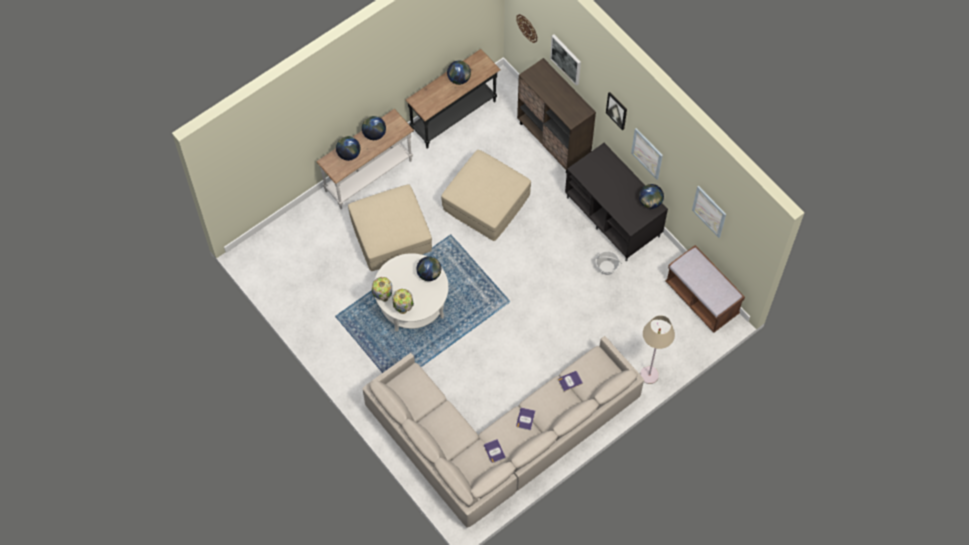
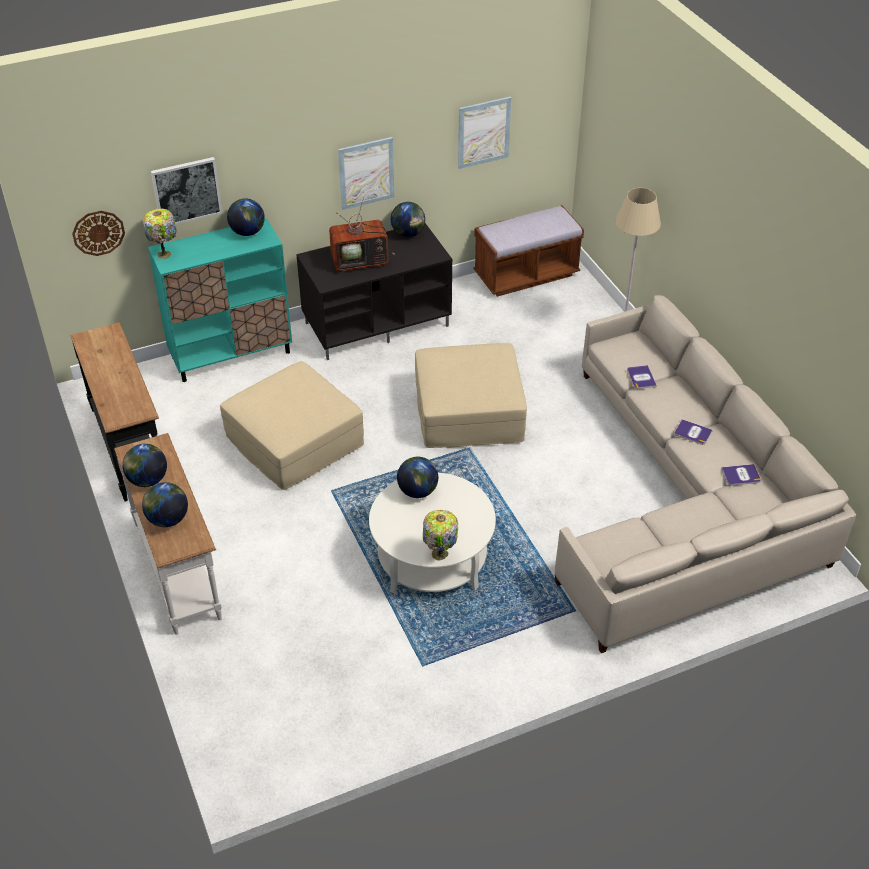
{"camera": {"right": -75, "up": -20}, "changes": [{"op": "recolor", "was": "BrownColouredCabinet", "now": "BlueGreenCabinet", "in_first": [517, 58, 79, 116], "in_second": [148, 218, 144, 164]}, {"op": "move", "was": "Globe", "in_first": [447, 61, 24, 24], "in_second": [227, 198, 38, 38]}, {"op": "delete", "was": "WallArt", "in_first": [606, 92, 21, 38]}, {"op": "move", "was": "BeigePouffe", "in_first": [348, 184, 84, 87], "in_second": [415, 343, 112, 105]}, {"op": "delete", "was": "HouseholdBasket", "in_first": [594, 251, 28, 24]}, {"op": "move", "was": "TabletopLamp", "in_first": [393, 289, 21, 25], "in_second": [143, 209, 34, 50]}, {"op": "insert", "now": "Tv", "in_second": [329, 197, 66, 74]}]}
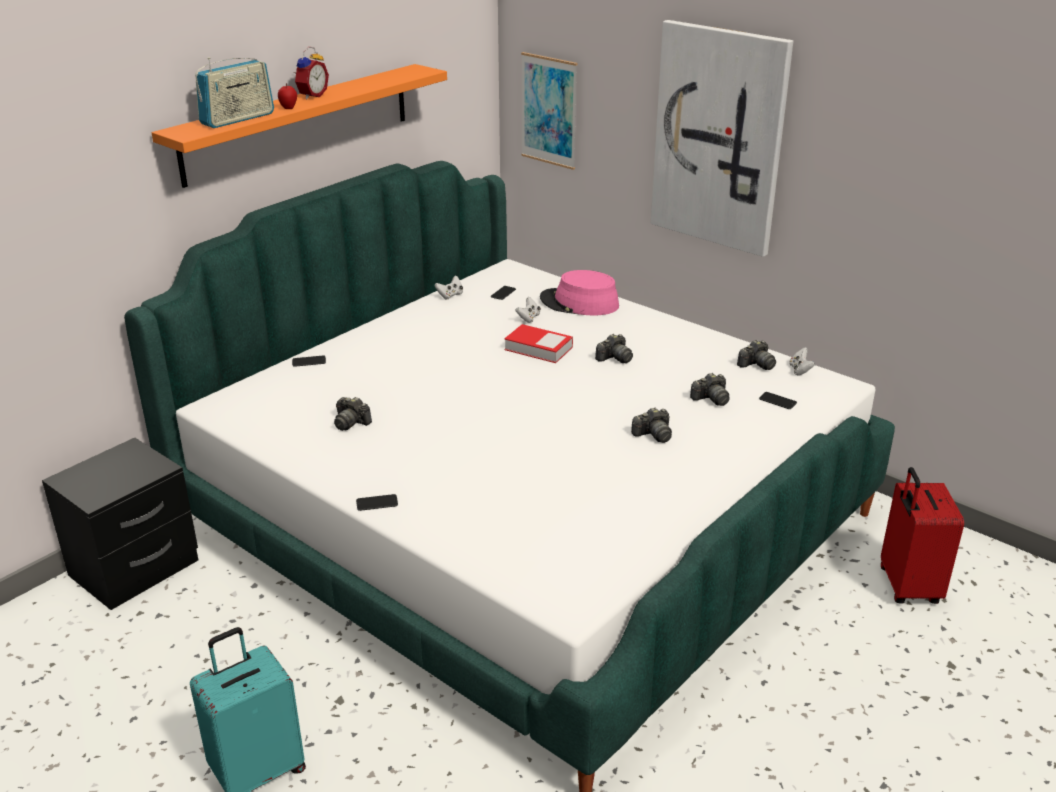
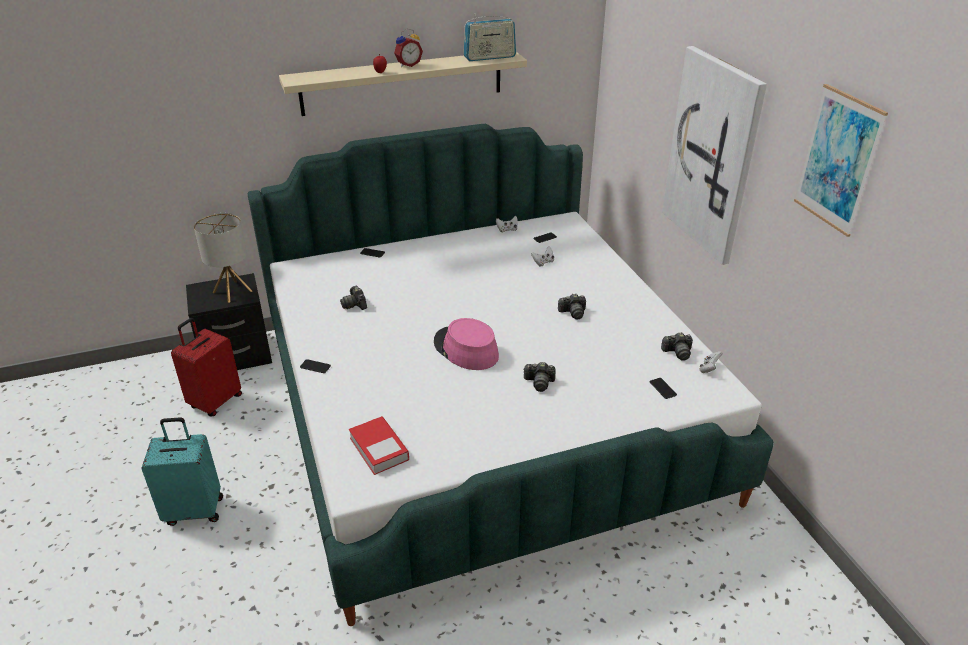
{"camera": {"right": 30, "up": 5}, "changes": [{"op": "move", "was": "WallArt", "in_first": [521, 52, 56, 118], "in_second": [794, 84, 94, 153]}, {"op": "move", "was": "RadioSet", "in_first": [195, 57, 79, 71], "in_second": [463, 13, 53, 48]}, {"op": "recolor", "was": "OrangeyWallShelf", "now": "BeigeWallShelf", "in_first": [152, 64, 295, 124], "in_second": [279, 52, 248, 64]}, {"op": "move", "was": "PinkishClothingHat", "in_first": [540, 270, 79, 45], "in_second": [434, 318, 65, 52]}, {"op": "move", "was": "Volume", "in_first": [504, 324, 69, 39], "in_second": [349, 416, 60, 59]}, {"op": "delete", "was": "StillCamera", "in_first": [690, 373, 40, 33]}, {"op": "move", "was": "RedColouredPieceOfLuggage", "in_first": [881, 467, 83, 137], "in_second": [171, 318, 71, 99]}, {"op": "insert", "now": "TabletopLamp", "in_second": [194, 213, 58, 90]}]}
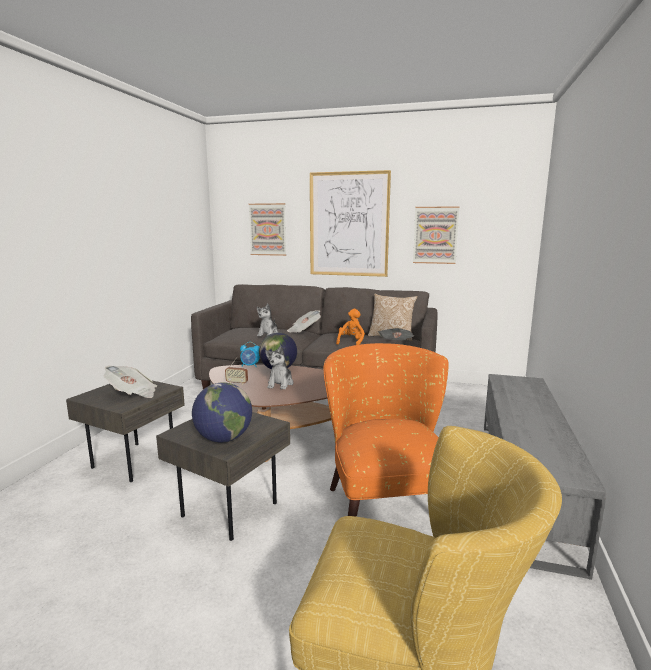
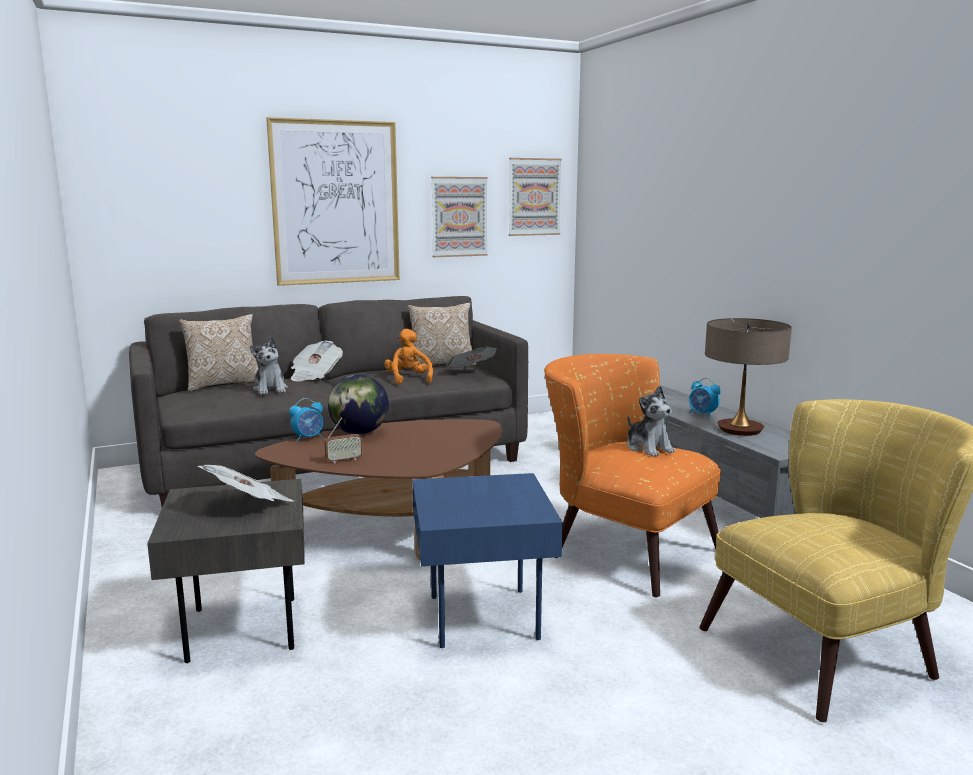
{"camera": {"right": -40, "up": 0}, "changes": [{"op": "move", "was": "WallArt", "in_first": [248, 203, 38, 53], "in_second": [509, 158, 53, 78]}, {"op": "move", "was": "SoftToy", "in_first": [265, 346, 29, 43], "in_second": [627, 386, 48, 71]}, {"op": "delete", "was": "Globe", "in_first": [192, 382, 60, 61]}, {"op": "recolor", "was": "GreyishSideTable", "now": "BlueSideTable", "in_first": [156, 412, 134, 129], "in_second": [412, 473, 151, 175]}, {"op": "insert", "now": "Cushion", "in_second": [179, 314, 80, 77]}, {"op": "insert", "now": "TabletopLamp", "in_second": [705, 318, 87, 118]}, {"op": "insert", "now": "AlarmClock", "in_second": [689, 378, 32, 39]}]}
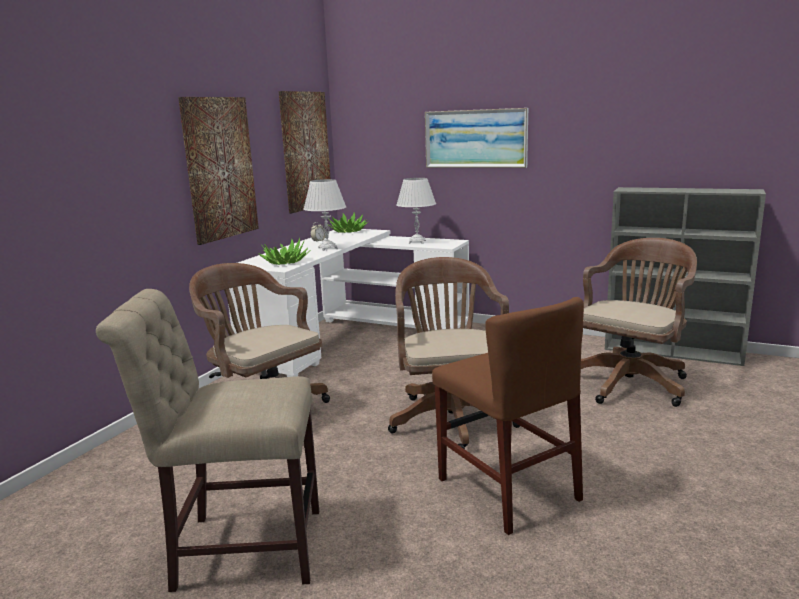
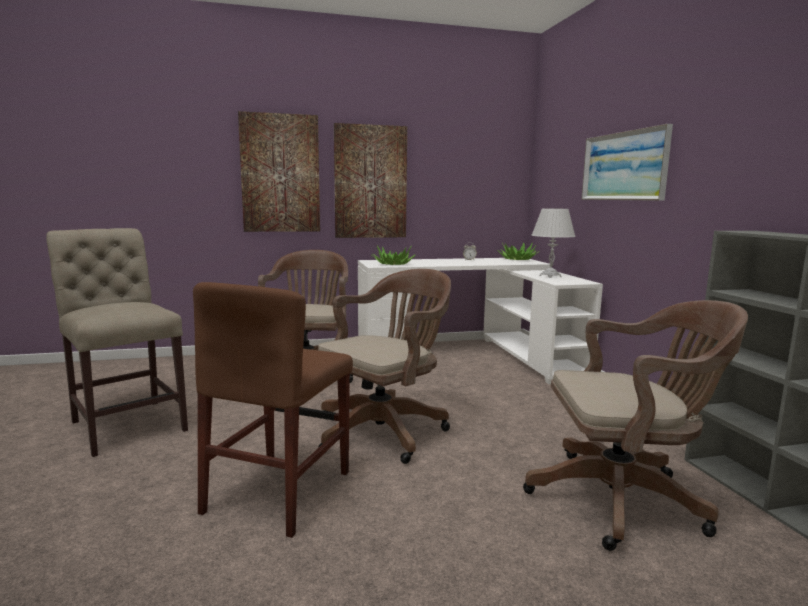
{"camera": {"right": 50, "up": -5}, "changes": [{"op": "move", "was": "WallArt", "in_first": [279, 91, 51, 122], "in_second": [238, 111, 82, 121]}, {"op": "delete", "was": "WhiteColouredTabletopLamp", "in_first": [303, 179, 43, 72]}]}
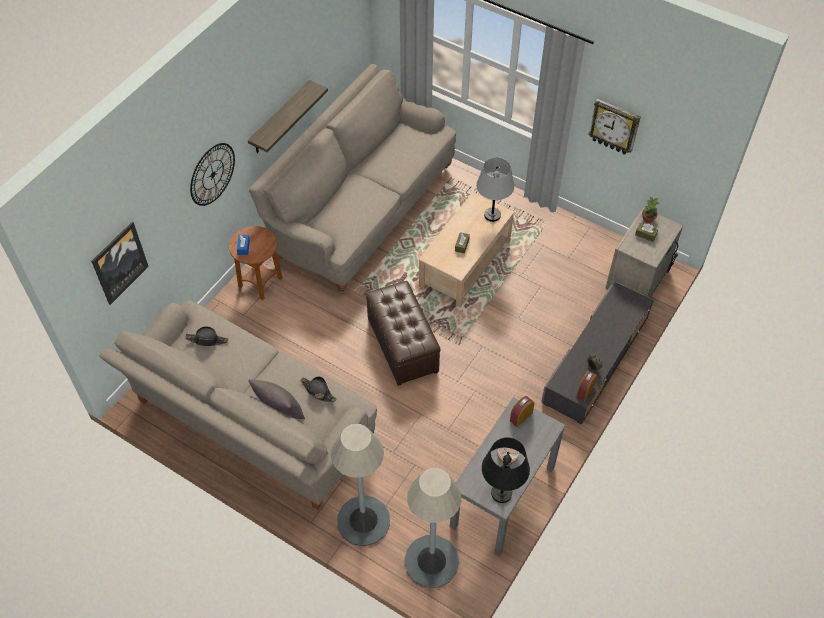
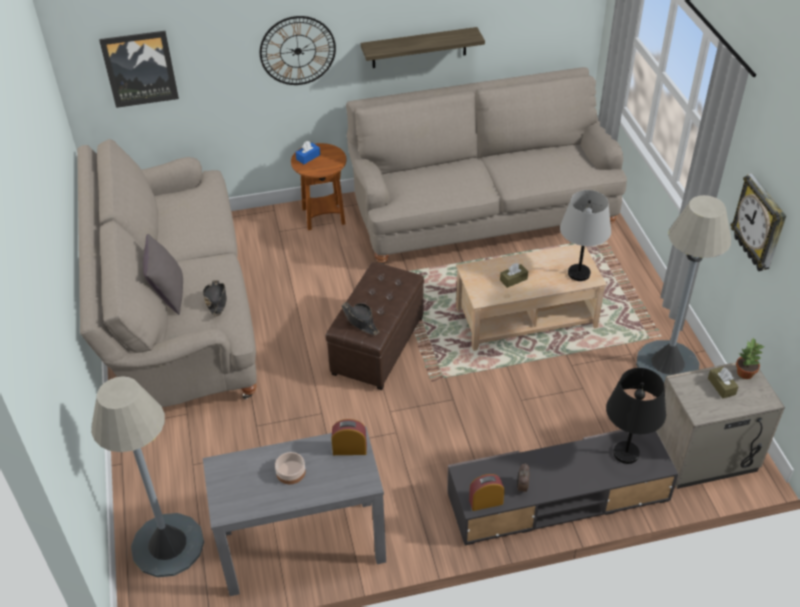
{"camera": {"right": 45, "up": -10}, "changes": [{"op": "move", "was": "BlackishClothingHat", "in_first": [185, 326, 43, 20], "in_second": [341, 302, 38, 33]}, {"op": "move", "was": "GreyishFloorLamp", "in_first": [331, 424, 59, 123], "in_second": [636, 195, 95, 187]}, {"op": "move", "was": "BlackishTabletopLamp", "in_first": [482, 438, 48, 65], "in_second": [606, 368, 60, 96]}]}
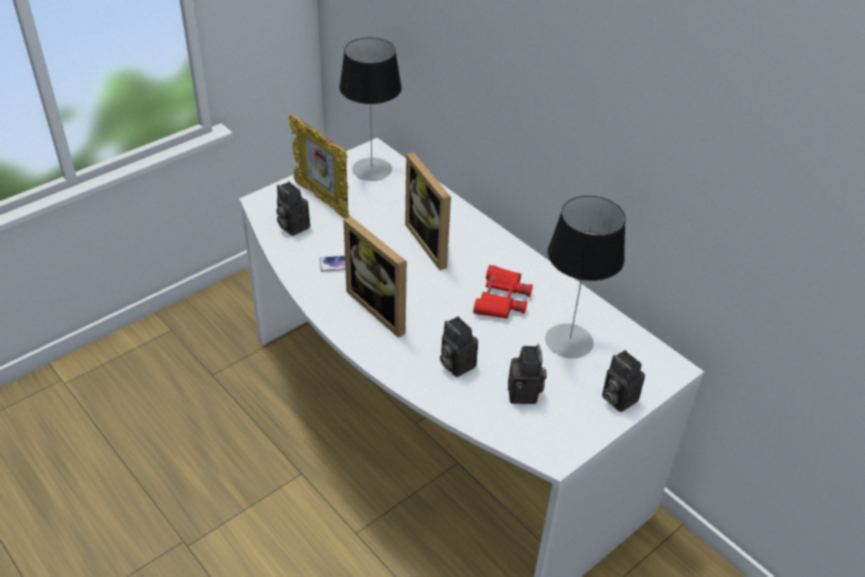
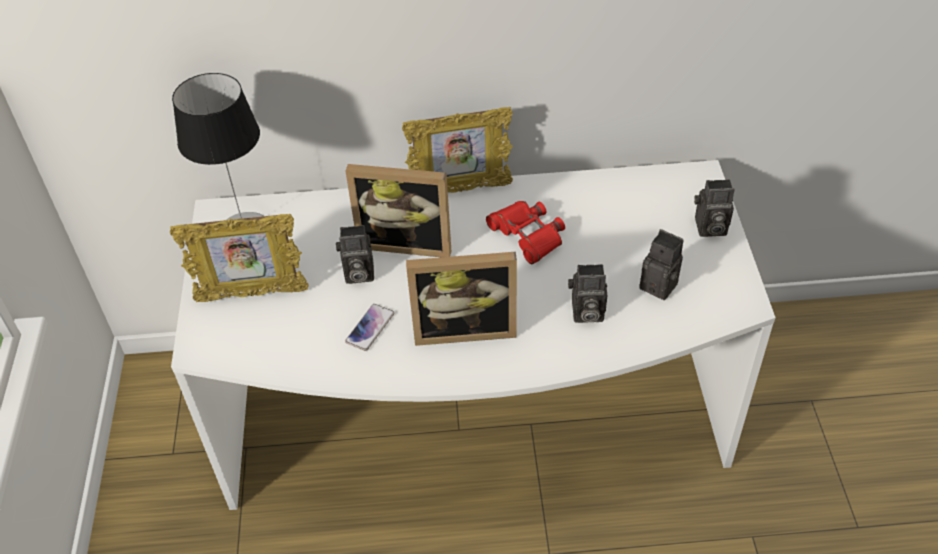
{"camera": {"right": -50, "up": 5}, "changes": [{"op": "move", "was": "StillCamera", "in_first": [276, 182, 34, 54], "in_second": [336, 225, 38, 59]}, {"op": "delete", "was": "TabletopLamp", "in_first": [545, 196, 81, 162]}, {"op": "insert", "now": "PictureFrame", "in_second": [402, 107, 111, 86]}]}
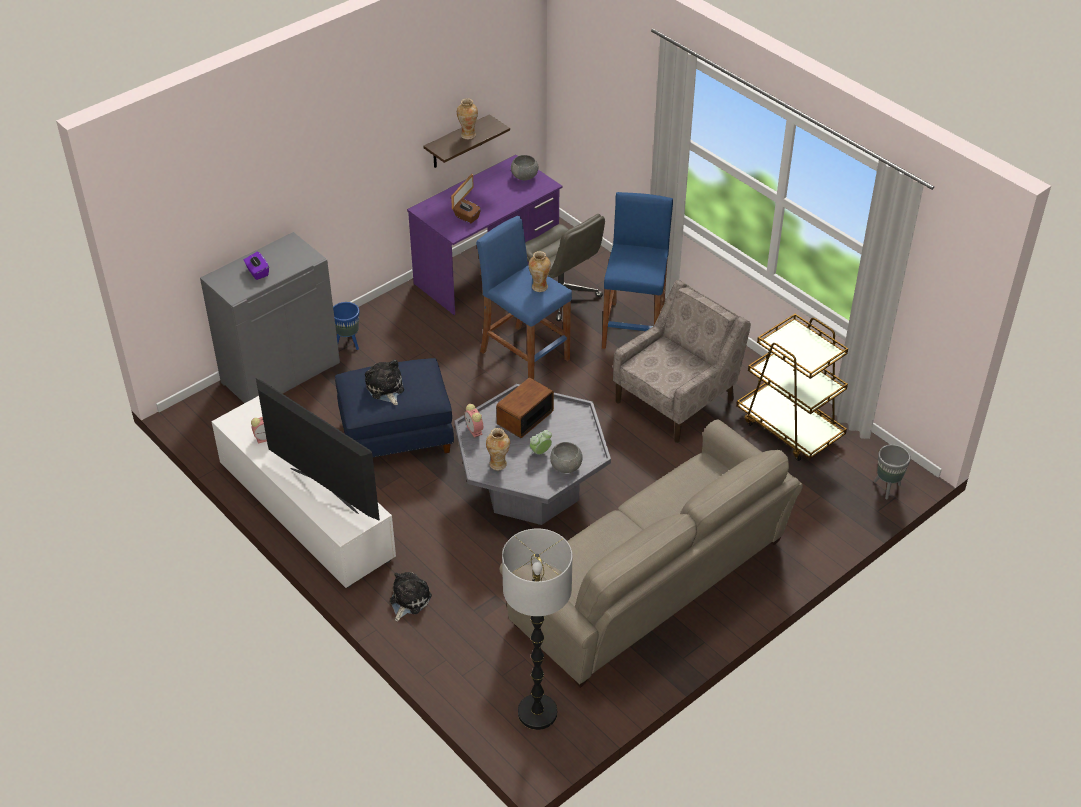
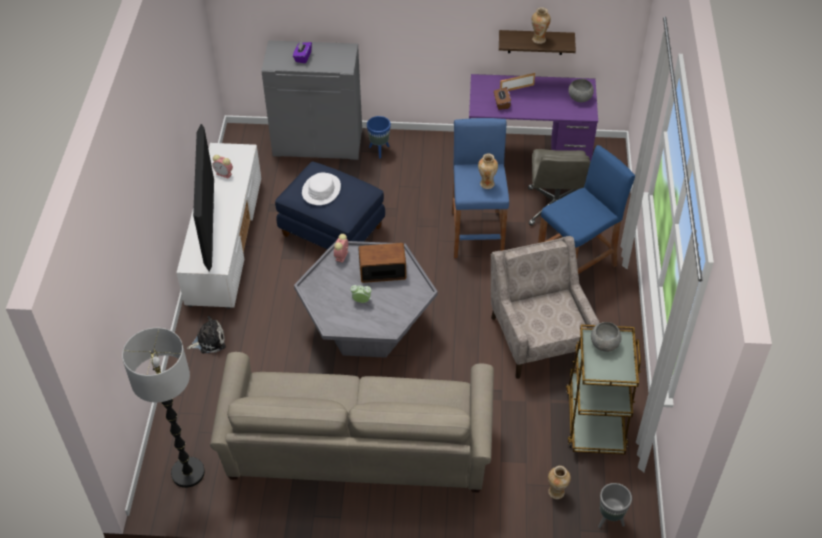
{"camera": {"right": 45, "up": 5}, "changes": [{"op": "rotate", "was": "BeigeArmchair", "in_first": [613, 280, 138, 163], "in_second": [491, 236, 108, 143], "clockwise": -105}, {"op": "replace", "was": "SoftToy", "now": "WhiteColouredClothingHat", "in_first": [365, 360, 39, 45], "in_second": [302, 172, 39, 33]}, {"op": "move", "was": "Vase", "in_first": [486, 428, 24, 42], "in_second": [548, 466, 23, 33]}, {"op": "move", "was": "GreyishDeepDish", "in_first": [550, 442, 33, 31], "in_second": [591, 322, 31, 30]}]}
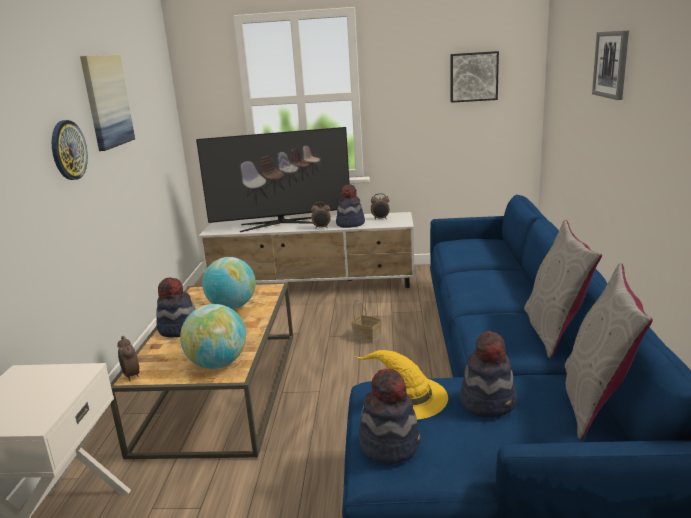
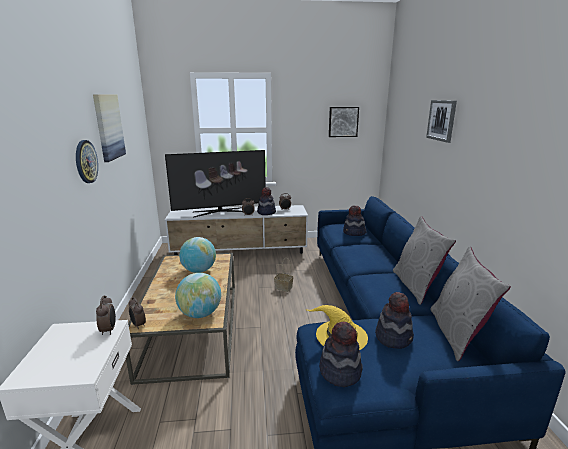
{"camera": {"right": -10, "up": 0}, "changes": [{"op": "move", "was": "ClothingHat", "in_first": [156, 278, 39, 59], "in_second": [343, 206, 24, 30]}, {"op": "insert", "now": "AlarmClock", "in_second": [96, 295, 20, 40]}]}
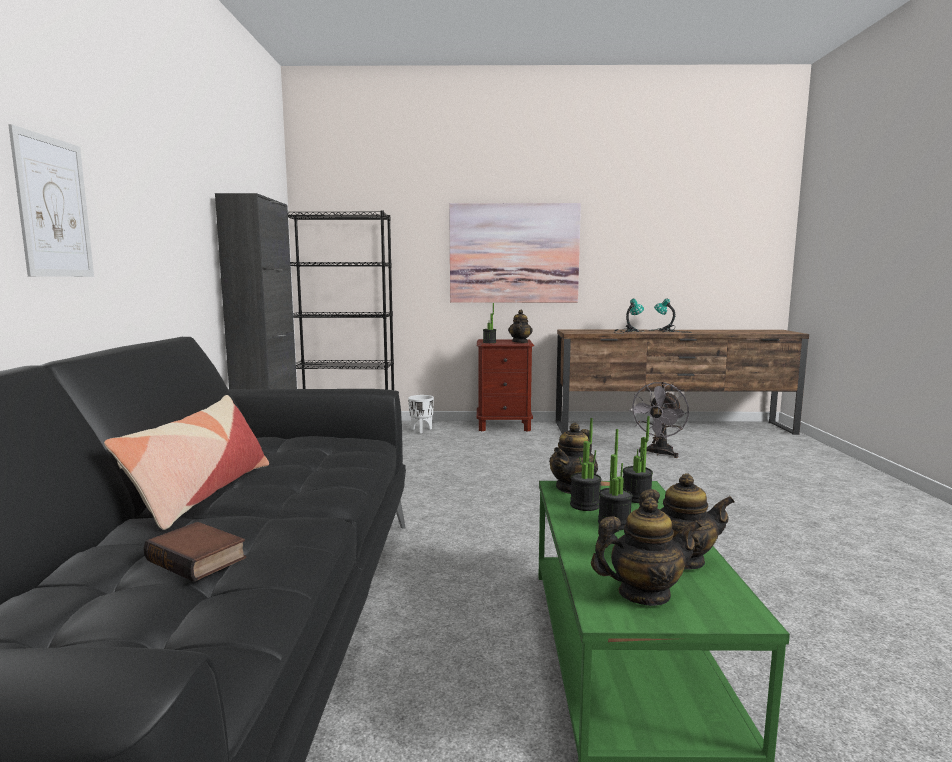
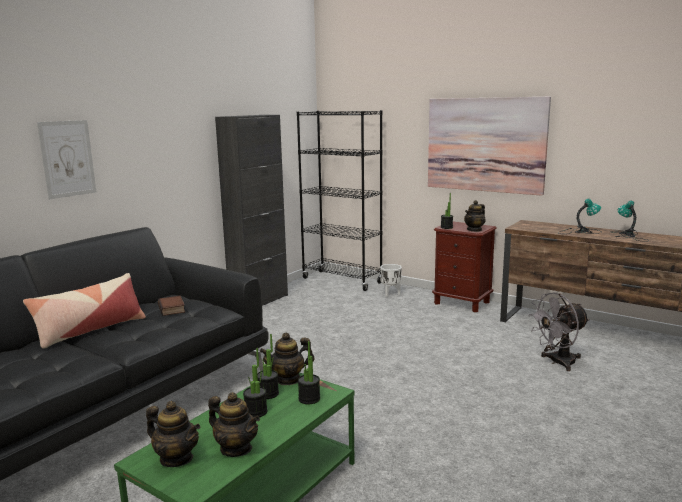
{"camera": {"right": 35, "up": 5}, "changes": [{"op": "move", "was": "Volume", "in_first": [144, 522, 102, 60], "in_second": [158, 296, 27, 20]}]}
